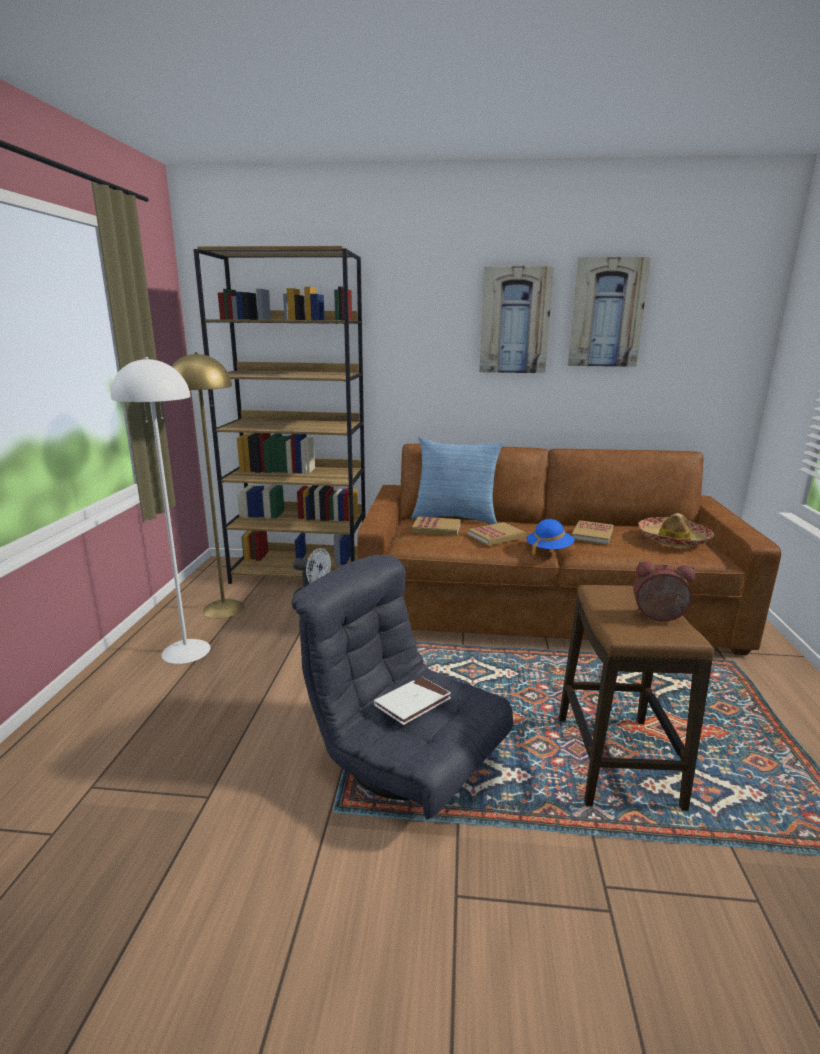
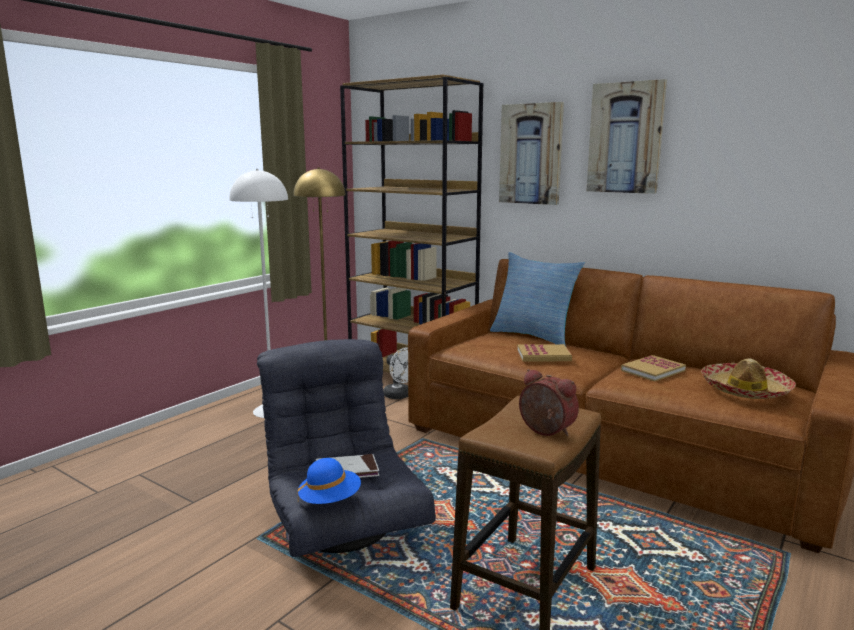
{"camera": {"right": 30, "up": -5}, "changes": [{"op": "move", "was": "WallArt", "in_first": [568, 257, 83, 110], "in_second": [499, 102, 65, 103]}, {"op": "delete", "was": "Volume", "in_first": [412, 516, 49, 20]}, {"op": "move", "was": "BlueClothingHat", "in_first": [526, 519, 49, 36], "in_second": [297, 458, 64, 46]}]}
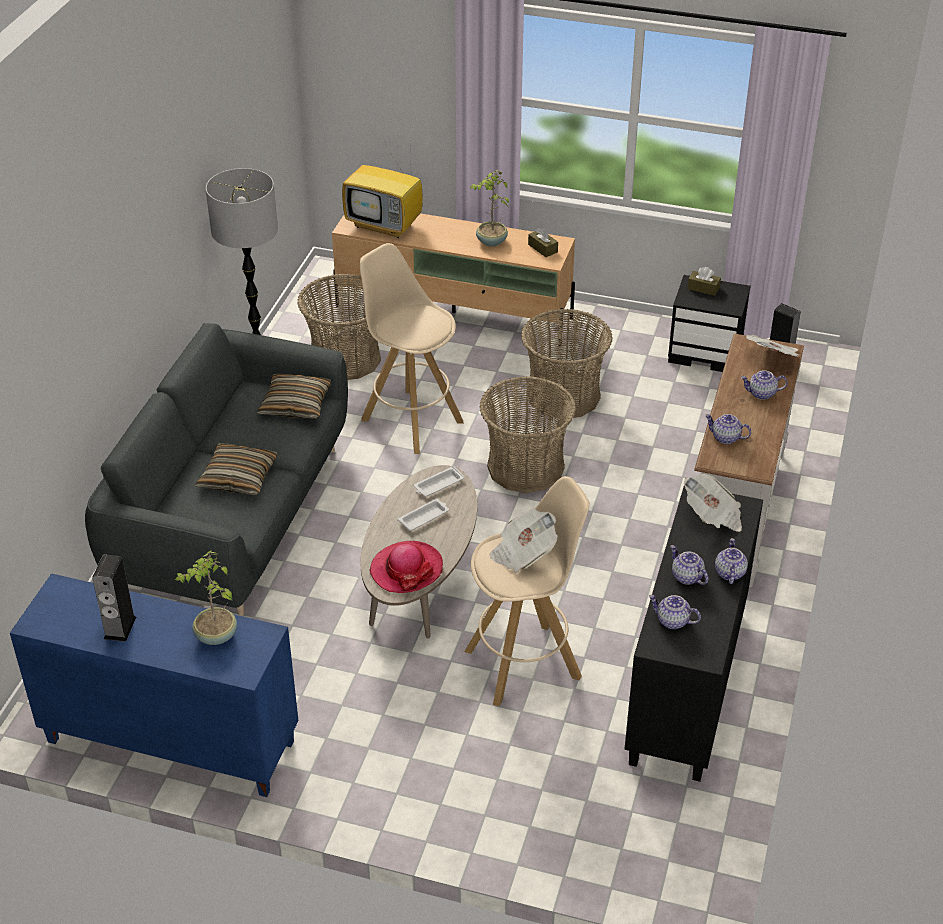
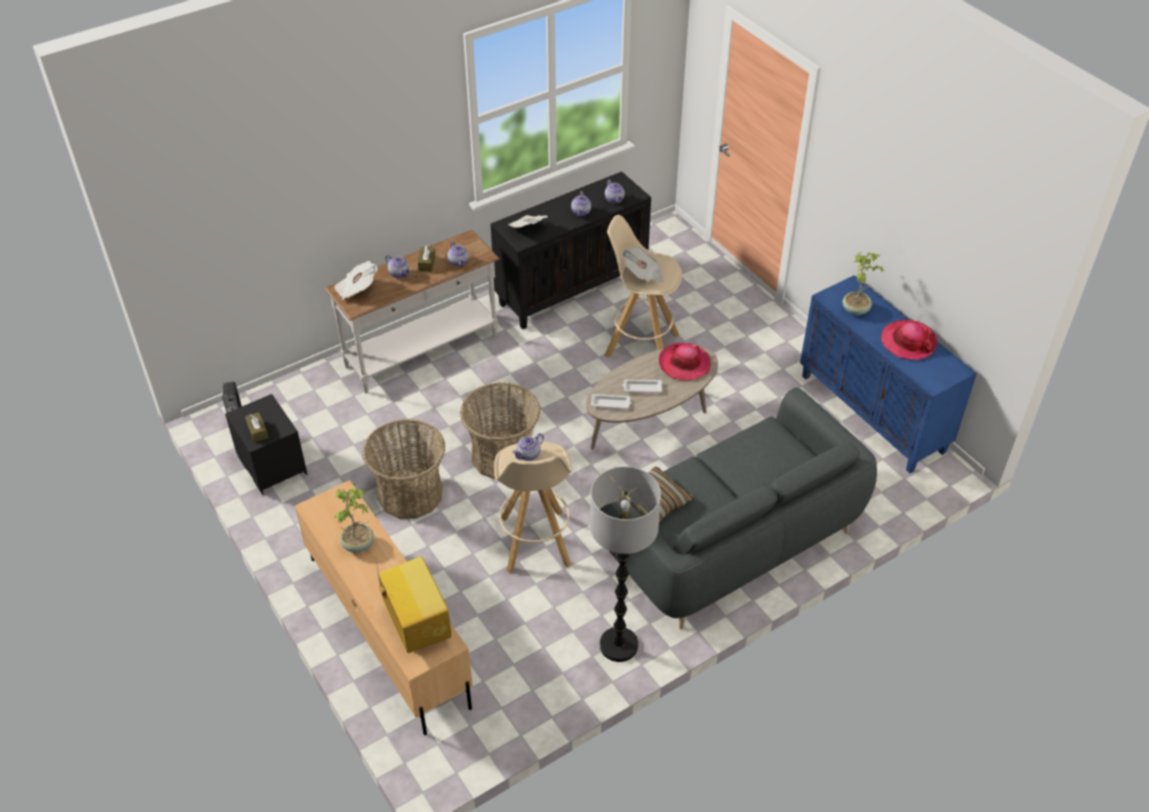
{"camera": {"right": -140, "up": 5}, "changes": [{"op": "move", "was": "BrownColouredTissueBox", "in_first": [528, 228, 30, 29], "in_second": [418, 245, 17, 27]}, {"op": "delete", "was": "HouseholdBasket", "in_first": [297, 274, 84, 106]}, {"op": "delete", "was": "Cushion", "in_first": [195, 443, 83, 52]}, {"op": "move", "was": "TeaPot", "in_first": [715, 538, 33, 46], "in_second": [512, 433, 32, 28]}, {"op": "replace", "was": "Speaker", "now": "ClothingHat", "in_first": [92, 554, 44, 88], "in_second": [881, 320, 56, 40]}]}
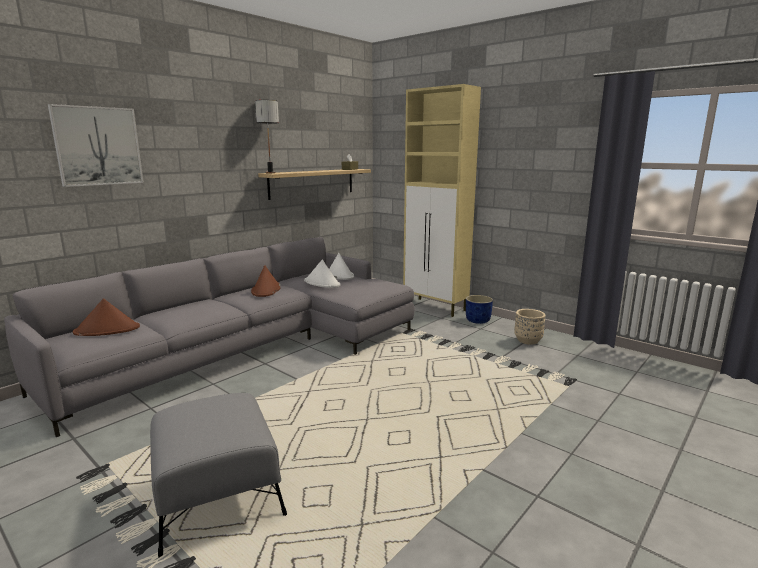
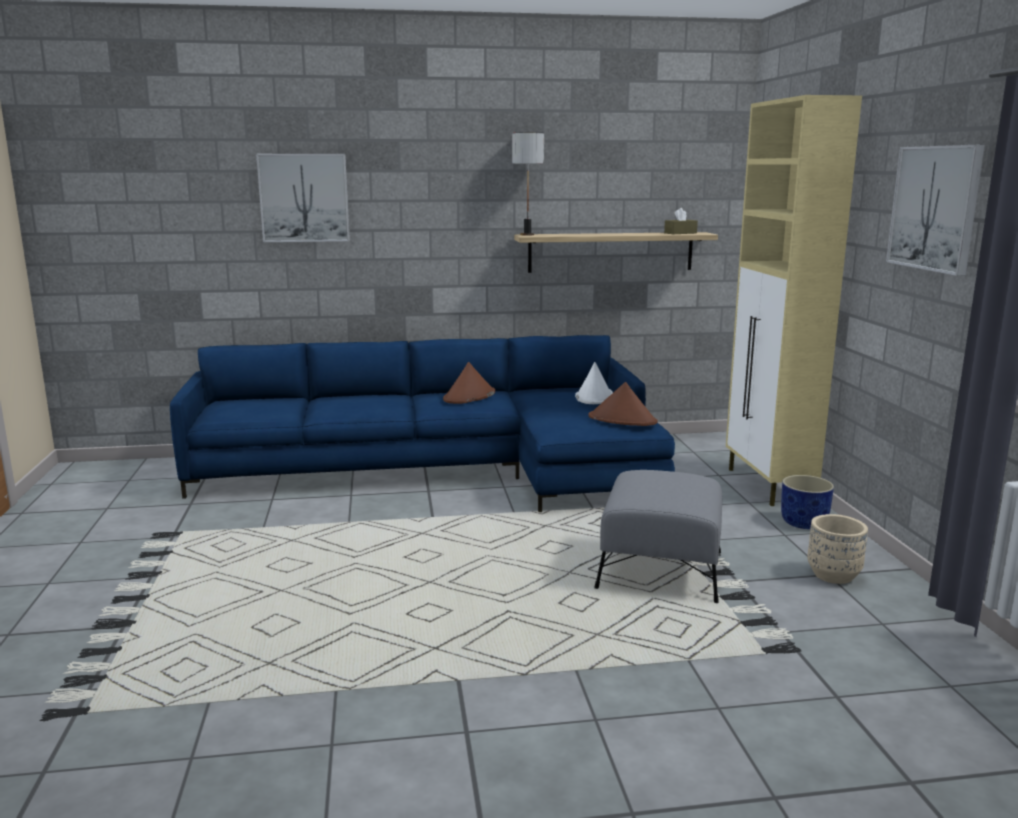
{"camera": {"right": 40, "up": 0}, "changes": [{"op": "recolor", "was": "GreyishCouch", "now": "BlueCouch", "in_first": [4, 237, 411, 200], "in_second": [170, 335, 505, 177]}, {"op": "delete", "was": "WhiteColouredClothingHat", "in_first": [304, 259, 37, 29]}, {"op": "move", "was": "BrownColouredClothingHat", "in_first": [73, 299, 67, 37], "in_second": [589, 382, 69, 44]}, {"op": "move", "was": "GreyishPouffe", "in_first": [150, 393, 137, 165], "in_second": [594, 470, 128, 133]}, {"op": "insert", "now": "WallArt", "in_second": [886, 145, 99, 131]}]}
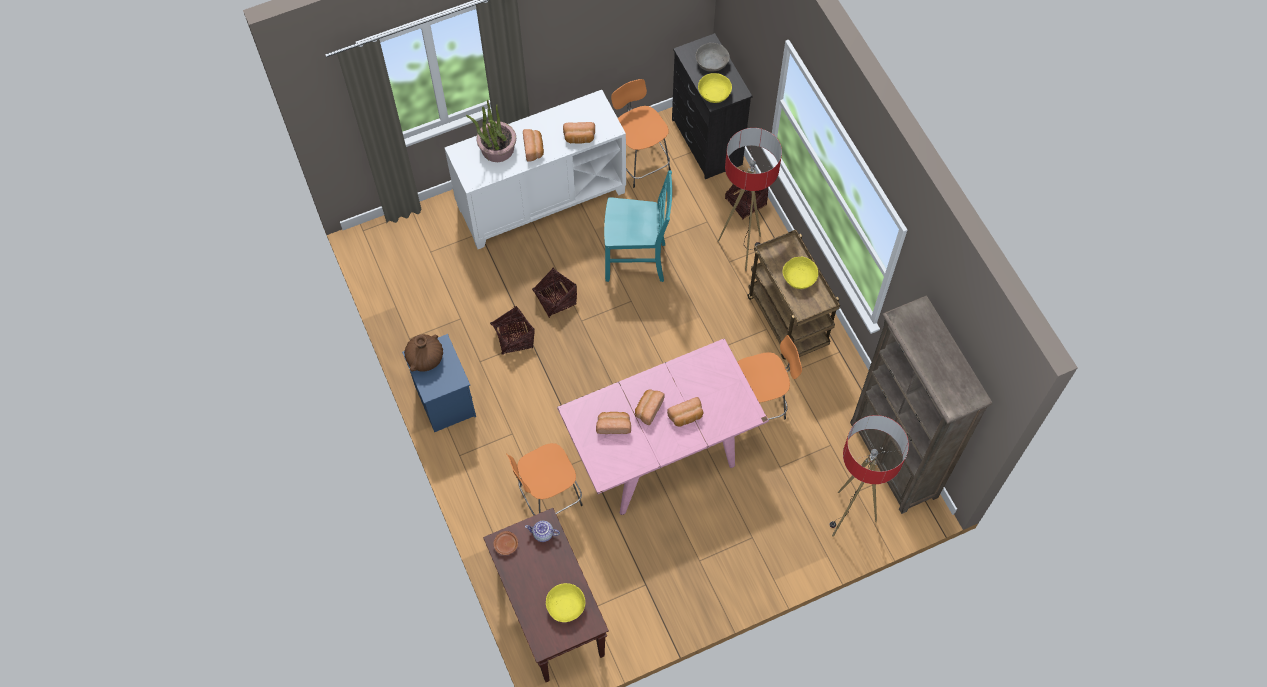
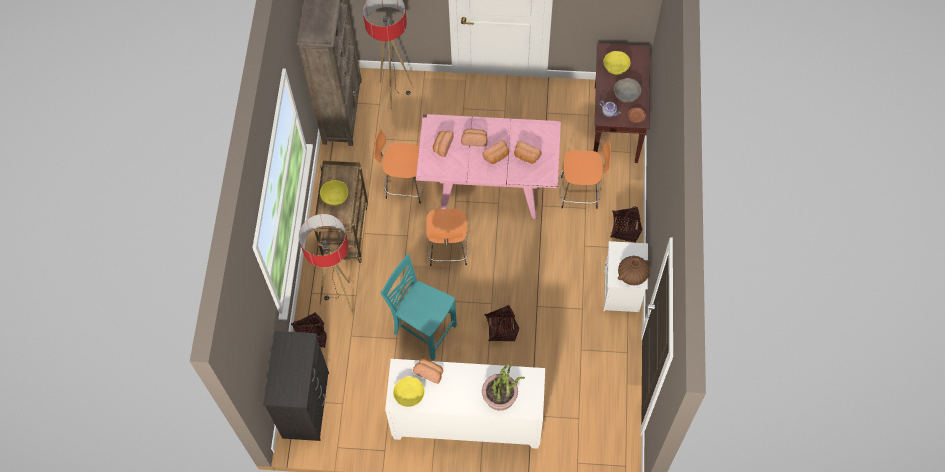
{"camera": {"right": -150, "up": 0}, "changes": [{"op": "move", "was": "GreyishDeepDish", "in_first": [696, 43, 34, 29], "in_second": [614, 78, 27, 25]}, {"op": "move", "was": "YellowDeepDish", "in_first": [698, 73, 34, 30], "in_second": [393, 377, 32, 30]}, {"op": "move", "was": "OrangeyStool", "in_first": [611, 79, 60, 109], "in_second": [426, 209, 42, 57]}, {"op": "move", "was": "BakeryBread", "in_first": [523, 129, 21, 33], "in_second": [433, 131, 21, 26]}, {"op": "move", "was": "HouseholdBasket", "in_first": [490, 306, 45, 49], "in_second": [611, 206, 32, 37]}, {"op": "recolor", "was": "BlueNightstand", "now": "WhiteColouredNightstand", "in_first": [402, 334, 74, 98], "in_second": [603, 241, 45, 71]}]}
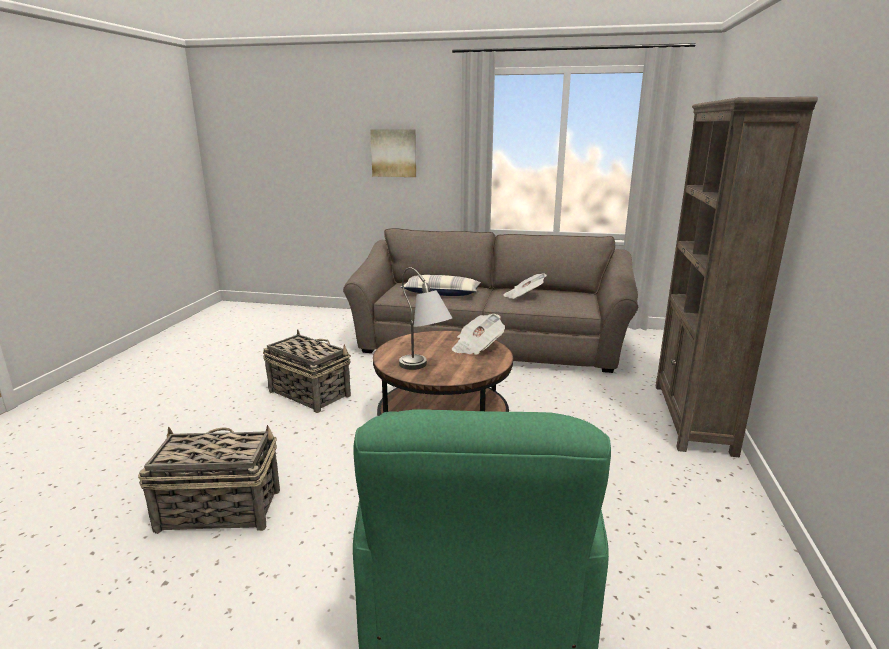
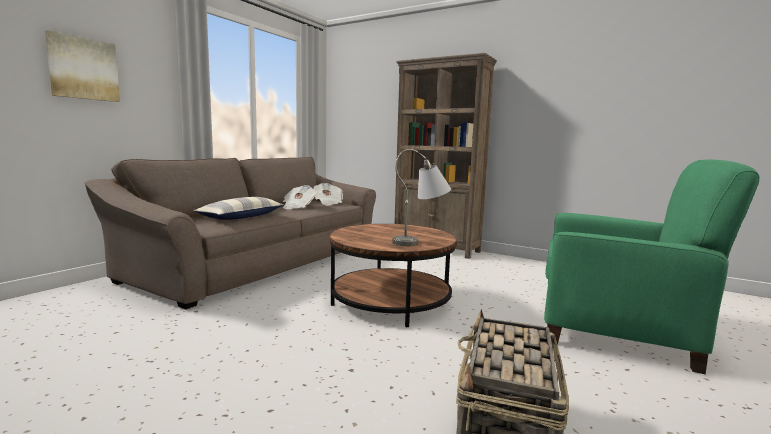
{"camera": {"right": -70, "up": -10}, "changes": [{"op": "move", "was": "Newspaper", "in_first": [452, 314, 53, 41], "in_second": [314, 183, 29, 23]}, {"op": "delete", "was": "HouseholdBasket", "in_first": [263, 329, 88, 84]}]}
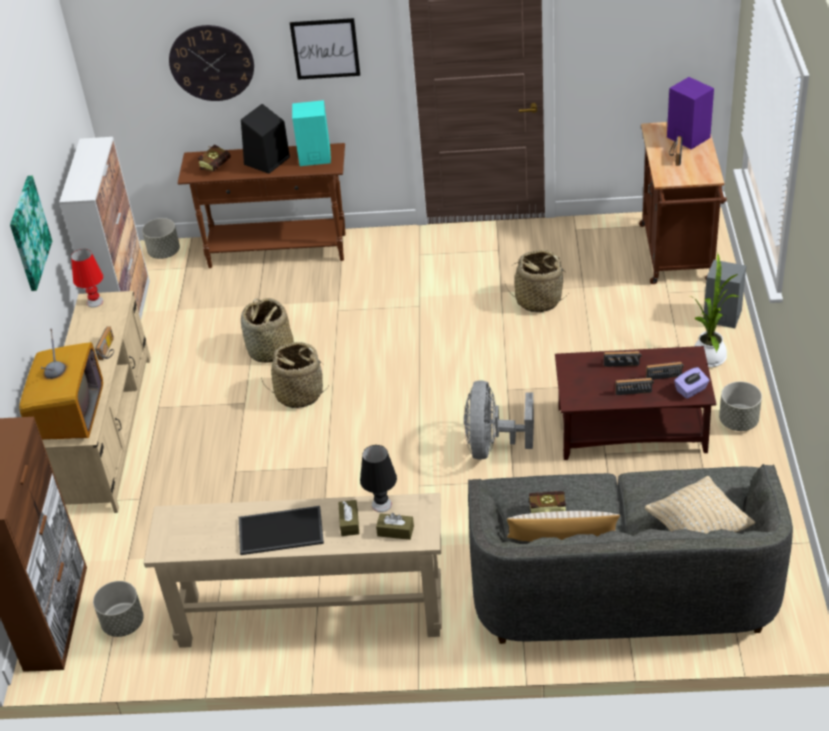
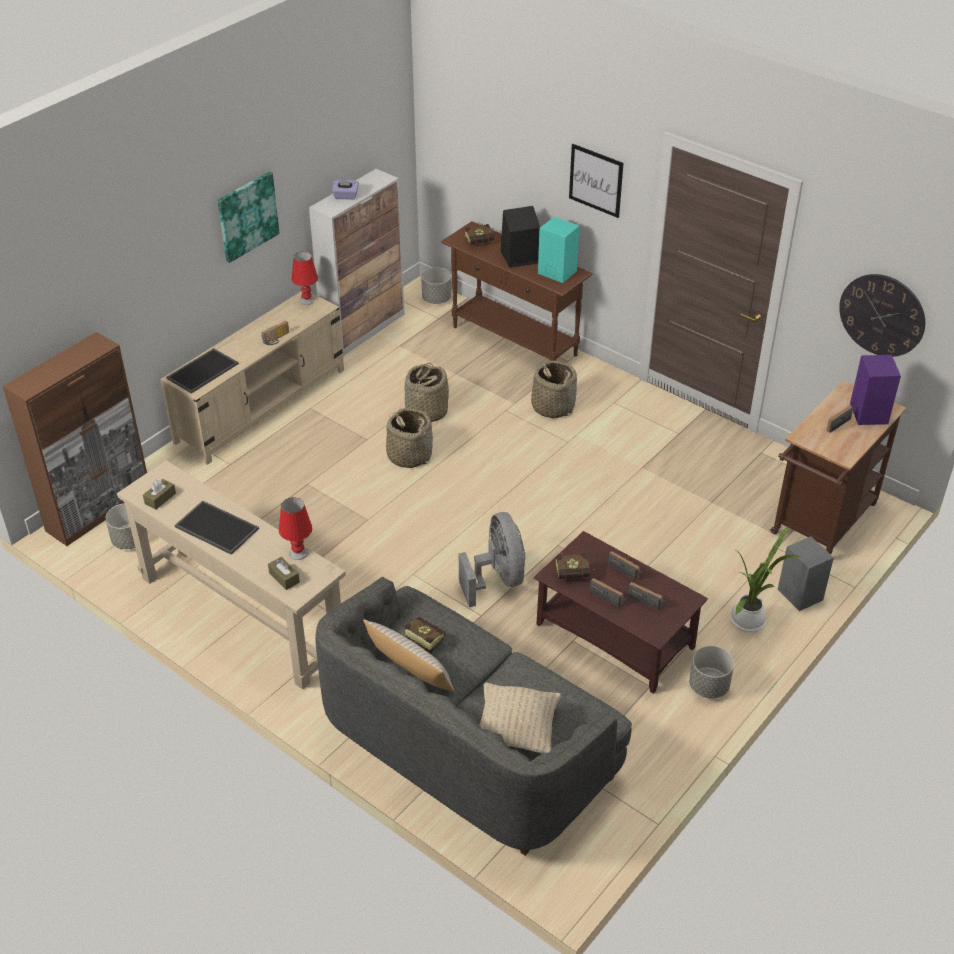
{"camera": {"right": 35, "up": 0}, "changes": [{"op": "move", "was": "HangingClock", "in_first": [169, 25, 85, 76], "in_second": [839, 274, 86, 83]}, {"op": "move", "was": "HouseholdBasket", "in_first": [504, 250, 64, 62], "in_second": [531, 360, 46, 58]}, {"op": "replace", "was": "Tv", "now": "ServingTray", "in_first": [19, 329, 84, 111], "in_second": [166, 348, 73, 46]}, {"op": "move", "was": "PurpleColouredTissueBox", "in_first": [674, 367, 36, 32], "in_second": [332, 179, 27, 21]}, {"op": "rotate", "was": "GreyishCoolingFan", "in_first": [464, 380, 70, 80], "in_second": [459, 512, 67, 95], "clockwise": 120}, {"op": "recolor", "was": "BlackishTabletopLamp", "now": "RedColouredTabletopLamp", "in_first": [360, 445, 37, 67], "in_second": [279, 497, 33, 63]}, {"op": "move", "was": "BrownColouredTissueBox", "in_first": [338, 500, 21, 36], "in_second": [143, 478, 33, 32]}, {"op": "insert", "now": "Volume", "in_second": [556, 552, 39, 27]}]}
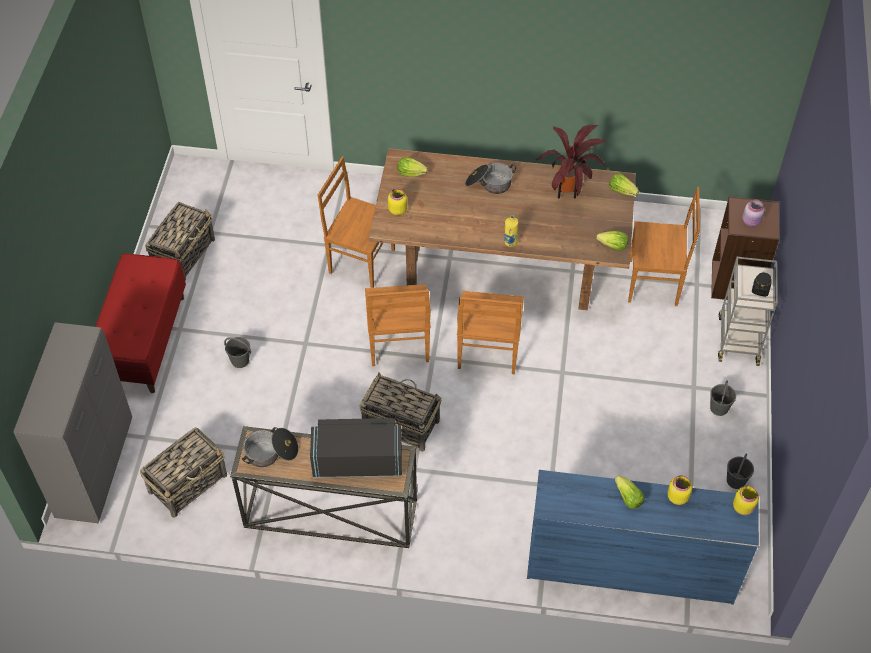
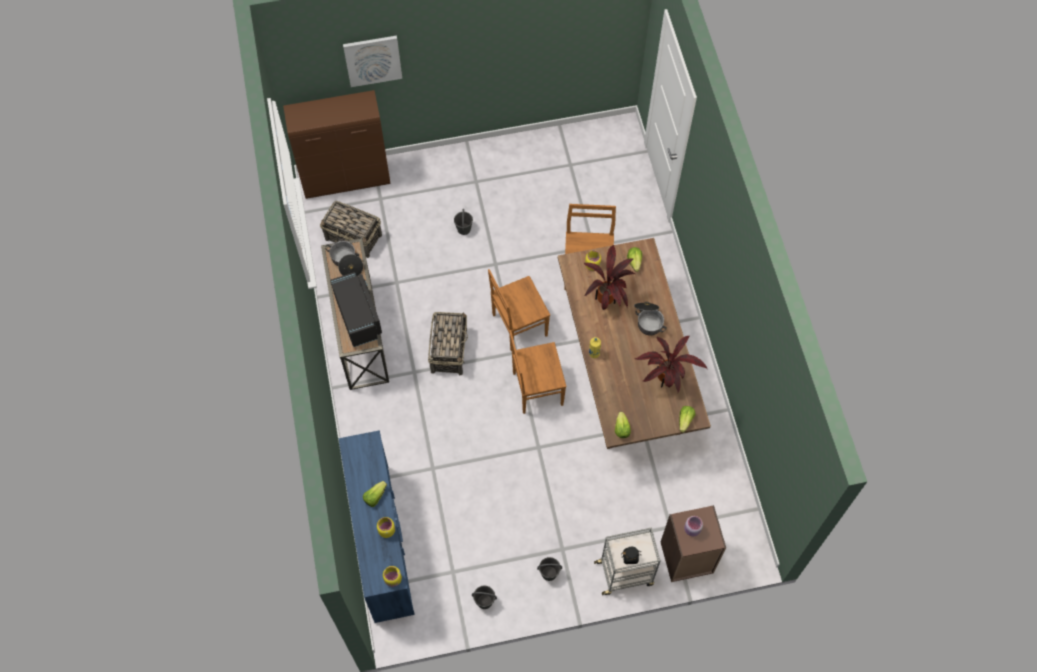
{"camera": {"right": 70, "up": 10}, "changes": [{"op": "delete", "was": "BrownColouredChair", "in_first": [628, 187, 72, 119]}, {"op": "delete", "was": "HouseholdBasket", "in_first": [145, 202, 70, 79]}, {"op": "delete", "was": "RedColouredLongSeat", "in_first": [95, 254, 91, 139]}, {"op": "recolor", "was": "GreyishCabinet", "now": "BrownColouredCabinet", "in_first": [13, 322, 119, 201], "in_second": [283, 90, 108, 109]}, {"op": "insert", "now": "WallArt", "in_second": [343, 36, 59, 51]}, {"op": "insert", "now": "PlantInAPot", "in_second": [584, 245, 51, 65]}]}
